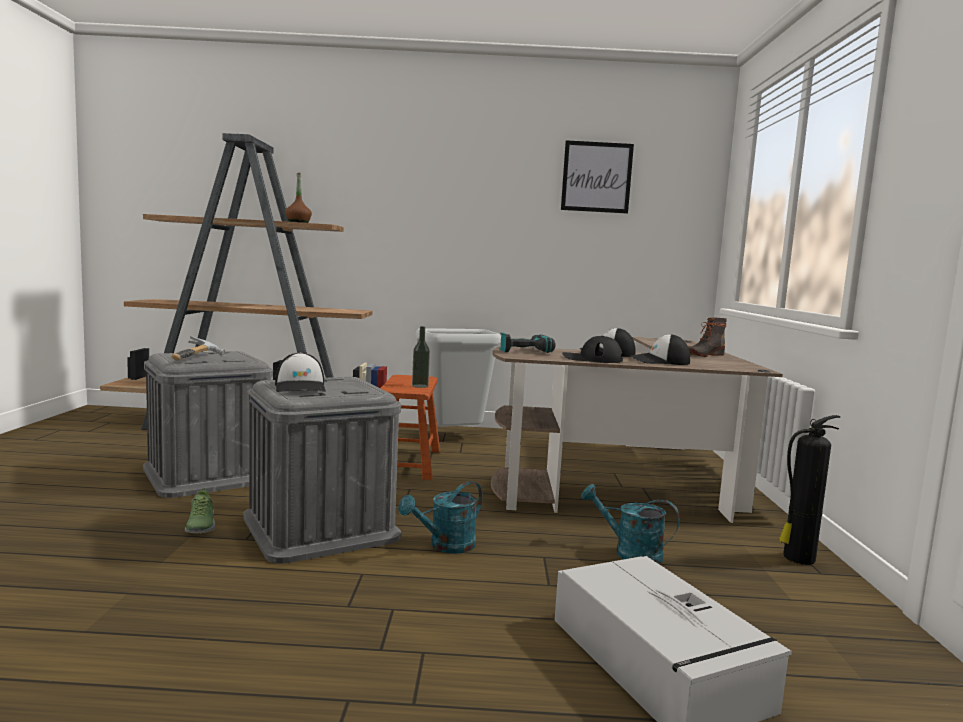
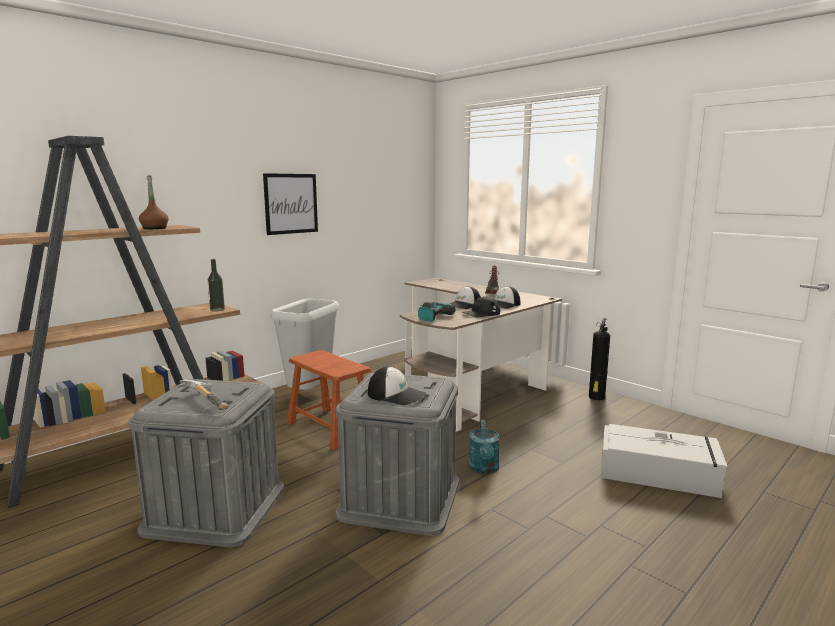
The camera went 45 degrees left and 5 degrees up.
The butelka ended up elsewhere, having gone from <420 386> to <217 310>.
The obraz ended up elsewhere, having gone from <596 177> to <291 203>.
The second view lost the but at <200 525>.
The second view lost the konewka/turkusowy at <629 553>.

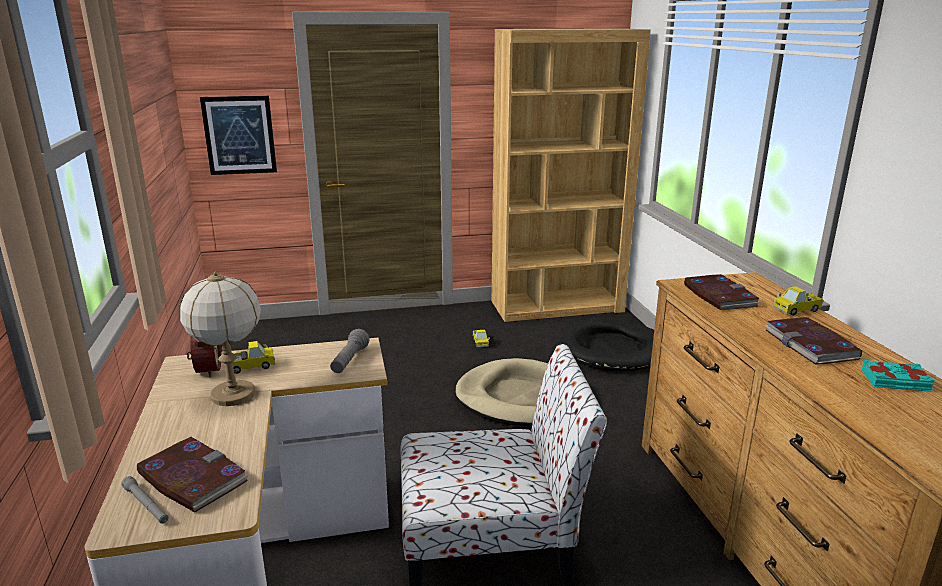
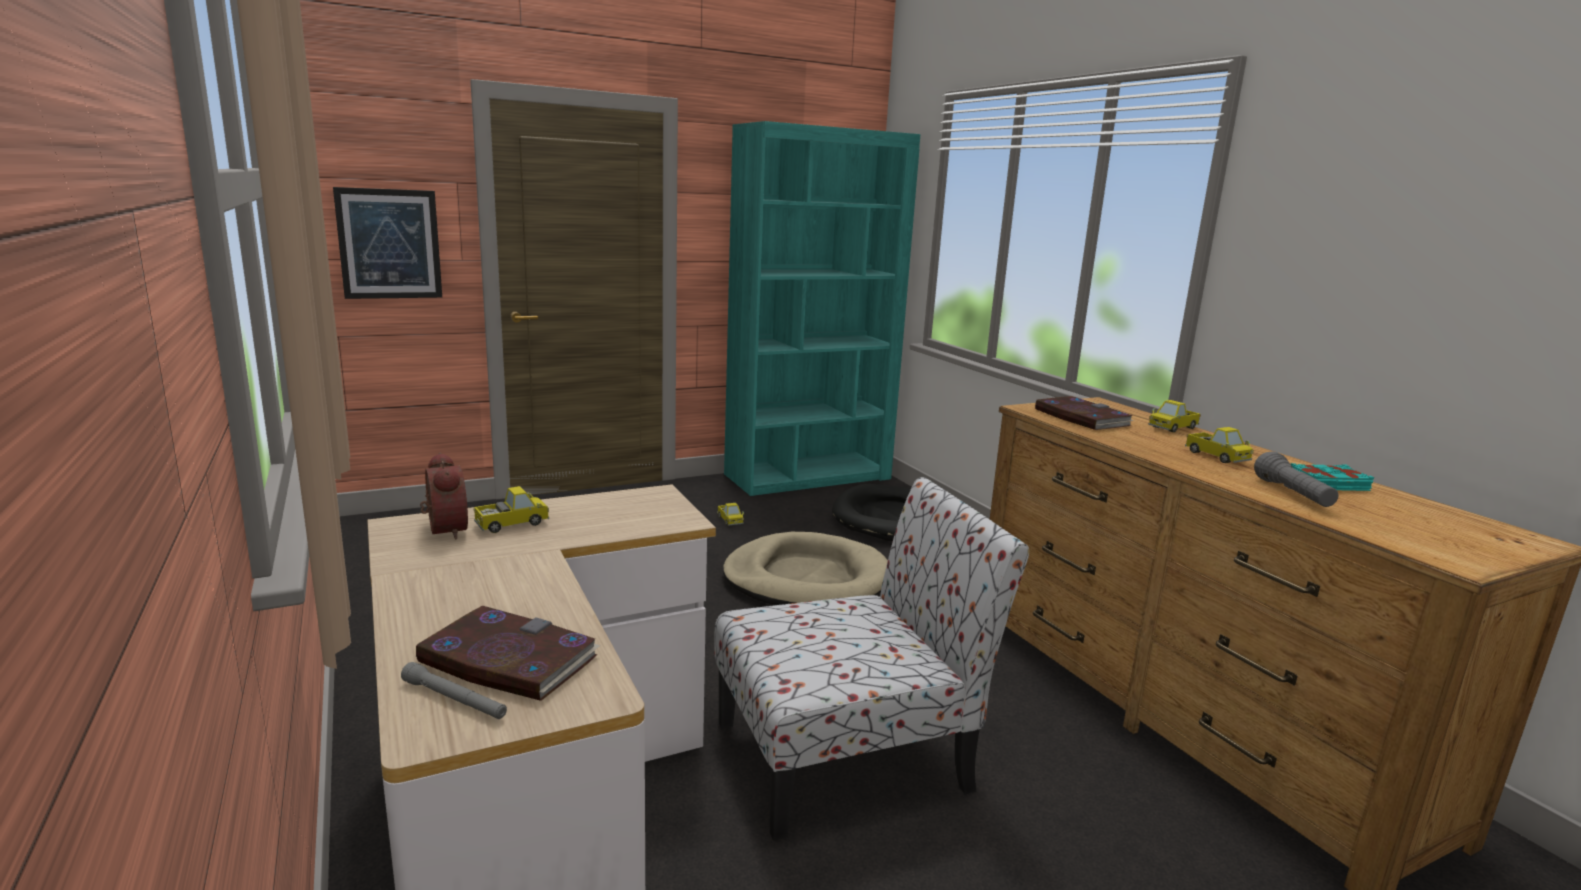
The camera went 15 degrees left and 5 degrees down.
What was the regał/brązowy at <557 306> turned into the regał/turkusowy at <808 476>.
Where the książka stood at <811 344>, the ciężarówka zabawkowa came to stand at <1216 457>.
The latarka/szary ended up elsewhere, having gone from <349 361> to <1293 495>.
The second view lost the lampa stołowa at <233 395>.

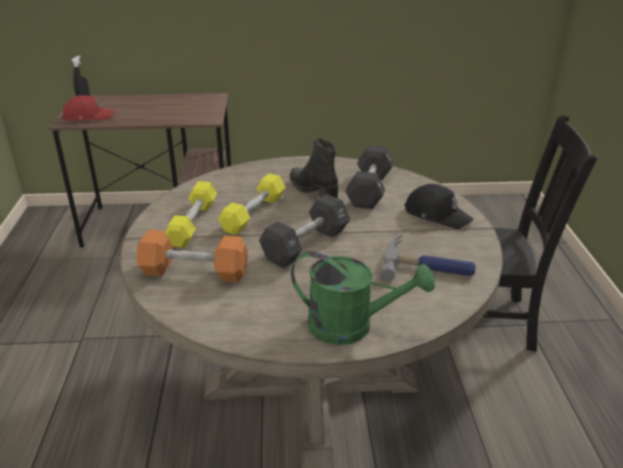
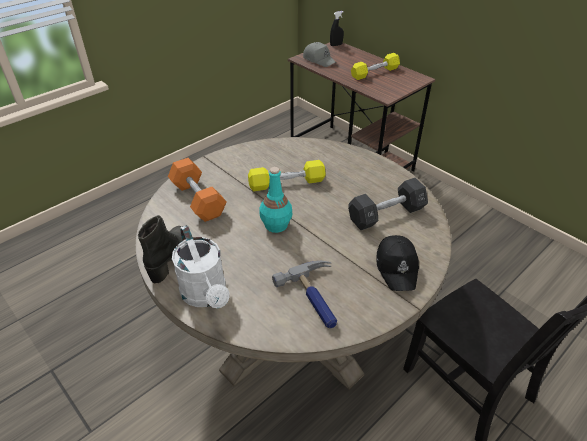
The camera went 50 degrees right and 10 degrees up.
The but z cholewką/czarny ended up elsewhere, having gone from <314 192> to <170 258>.
What was the konewka/zielony at <352 326> turned into the konewka/biały at <206 295>.
Where the hantel/czarny stood at <305 245>, the butelka/turkusowy came to stand at <276 225>.
What was the czapka z daszkiem/czerwony at <88 116> turned into the czapka z daszkiem/szary at <319 60>.
The hantel/żółty ended up elsewhere, having gone from <193 223> to <375 72>.

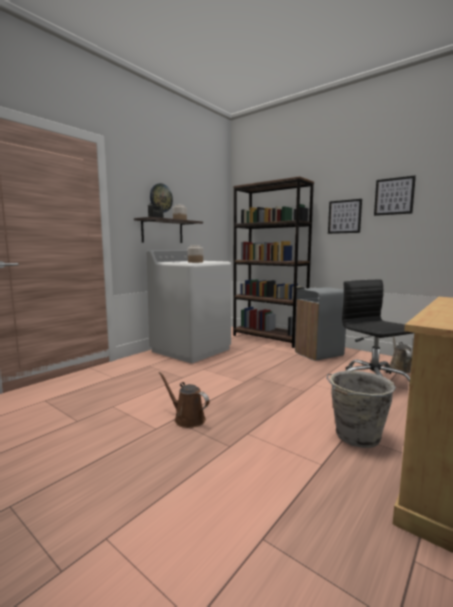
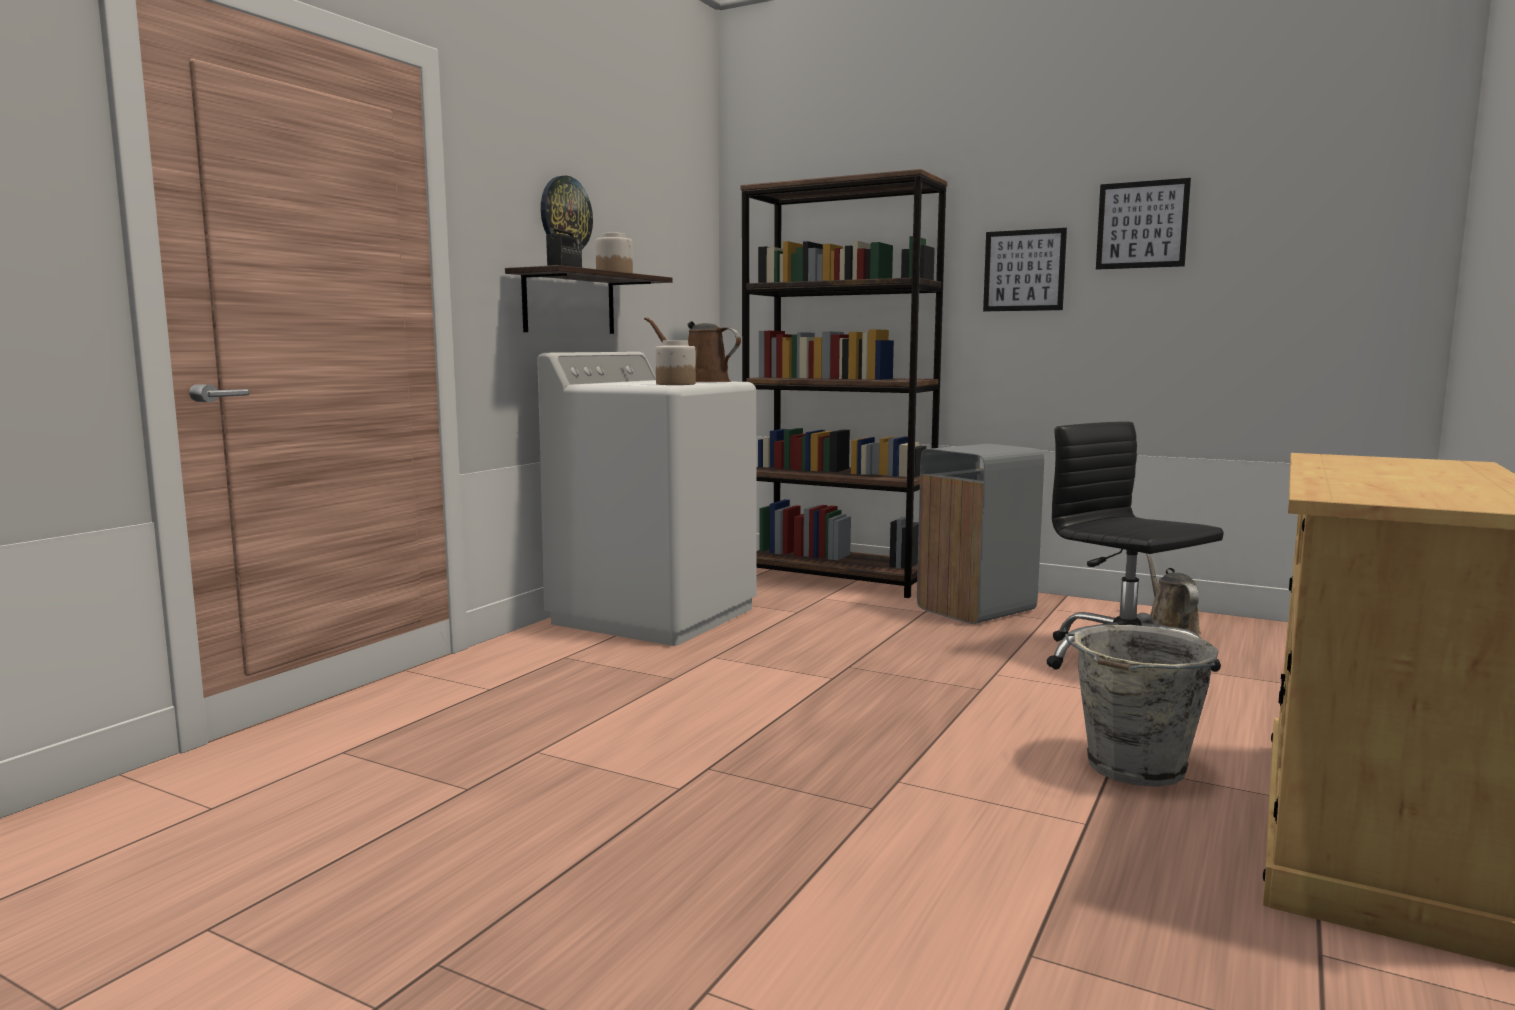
The camera went 10 degrees left and 0 degrees up.
The konewka/brązowy ended up elsewhere, having gone from <187 419> to <700 382>.

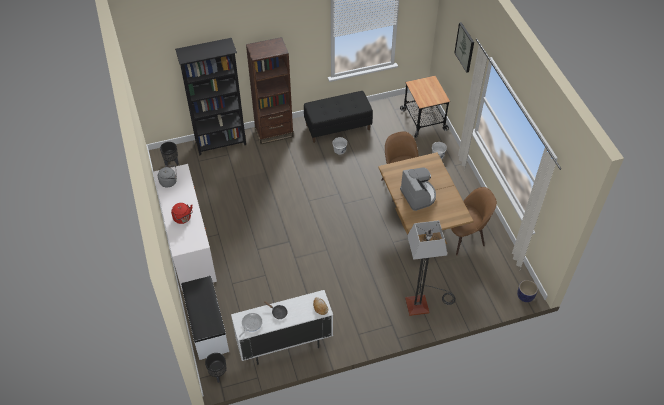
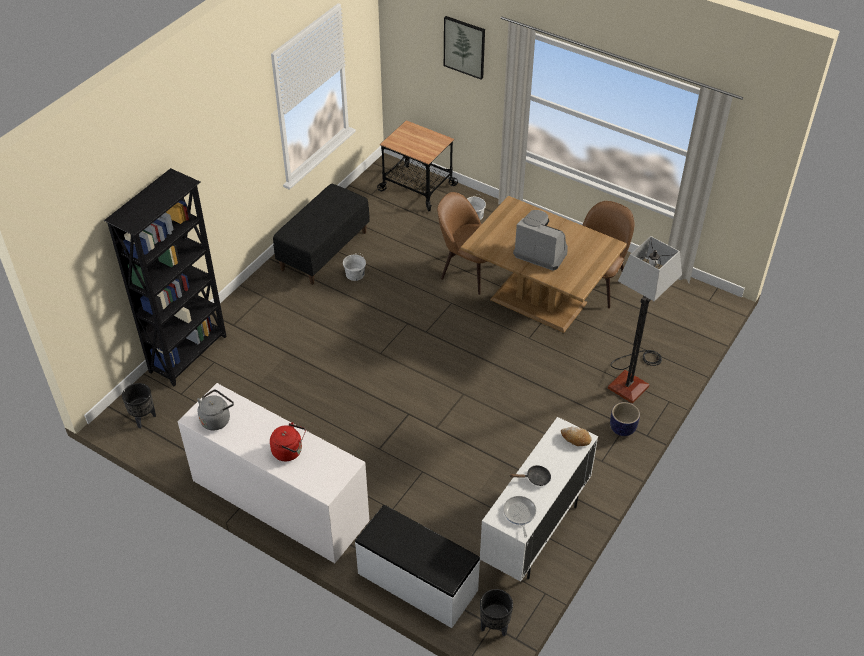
The camera went 40 degrees left and 5 degrees down.
The donica ended up elsewhere, having gone from <525 296> to <622 428>.
The second view lost the regał/brązowy at <274 132>.

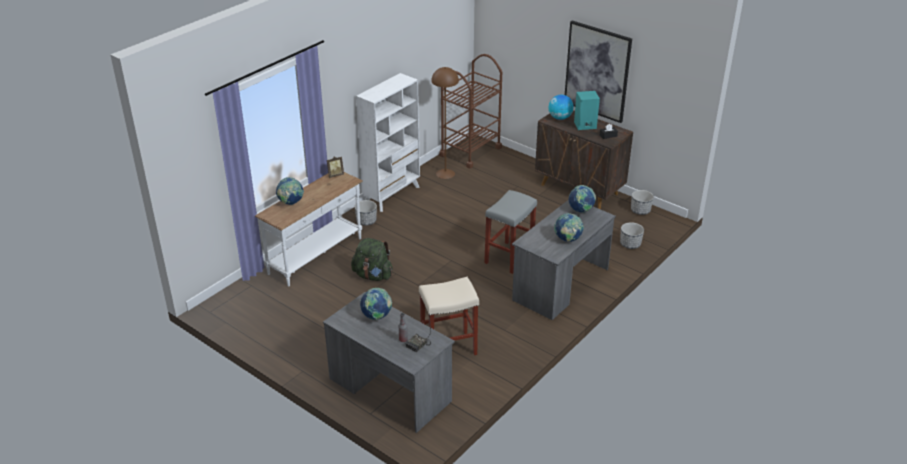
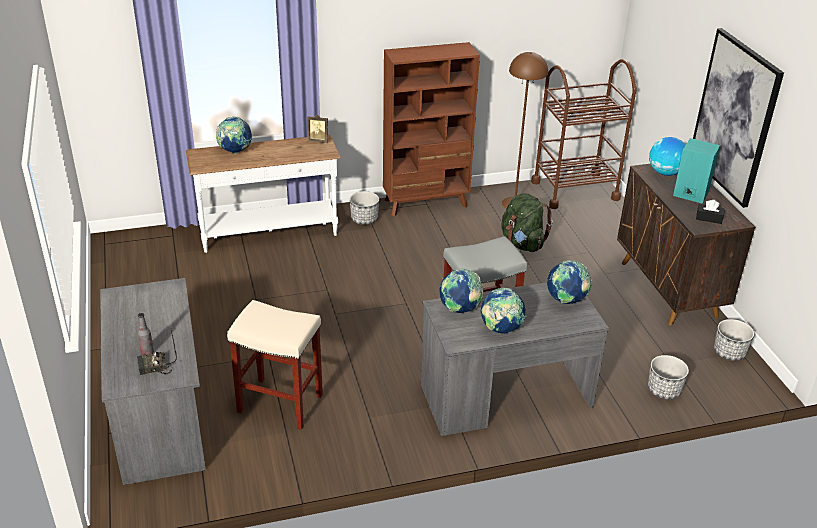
The camera went 35 degrees right and 0 degrees up.
What was the regał/biały at <392 195> turned into the regał/brązowy at <426 203>.
The globus ended up elsewhere, having gone from <377 316> to <460 309>.
The plecak/zielony ended up elsewhere, having gone from <373 275> to <522 243>.

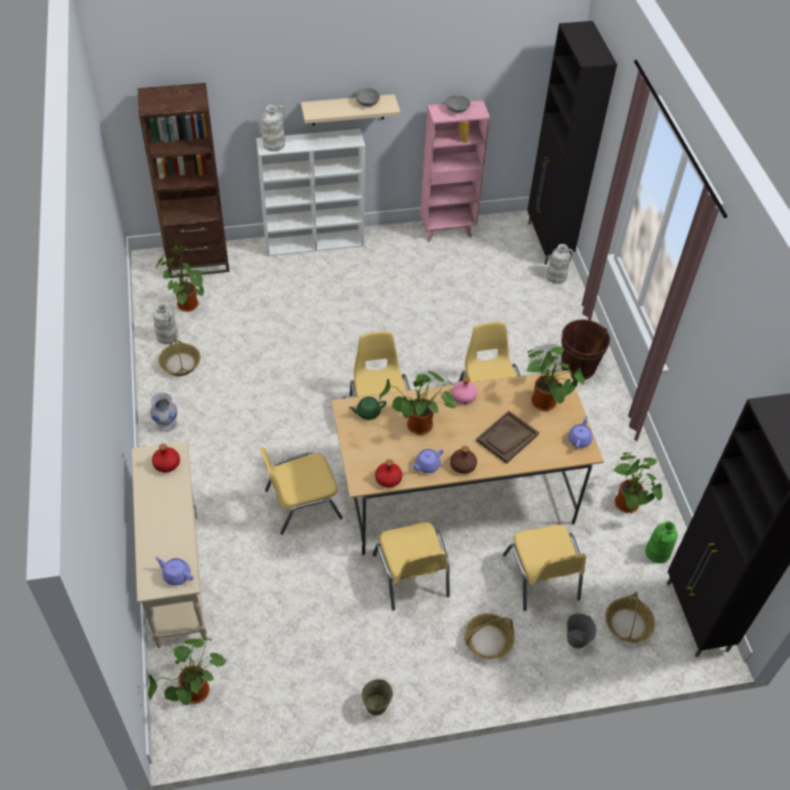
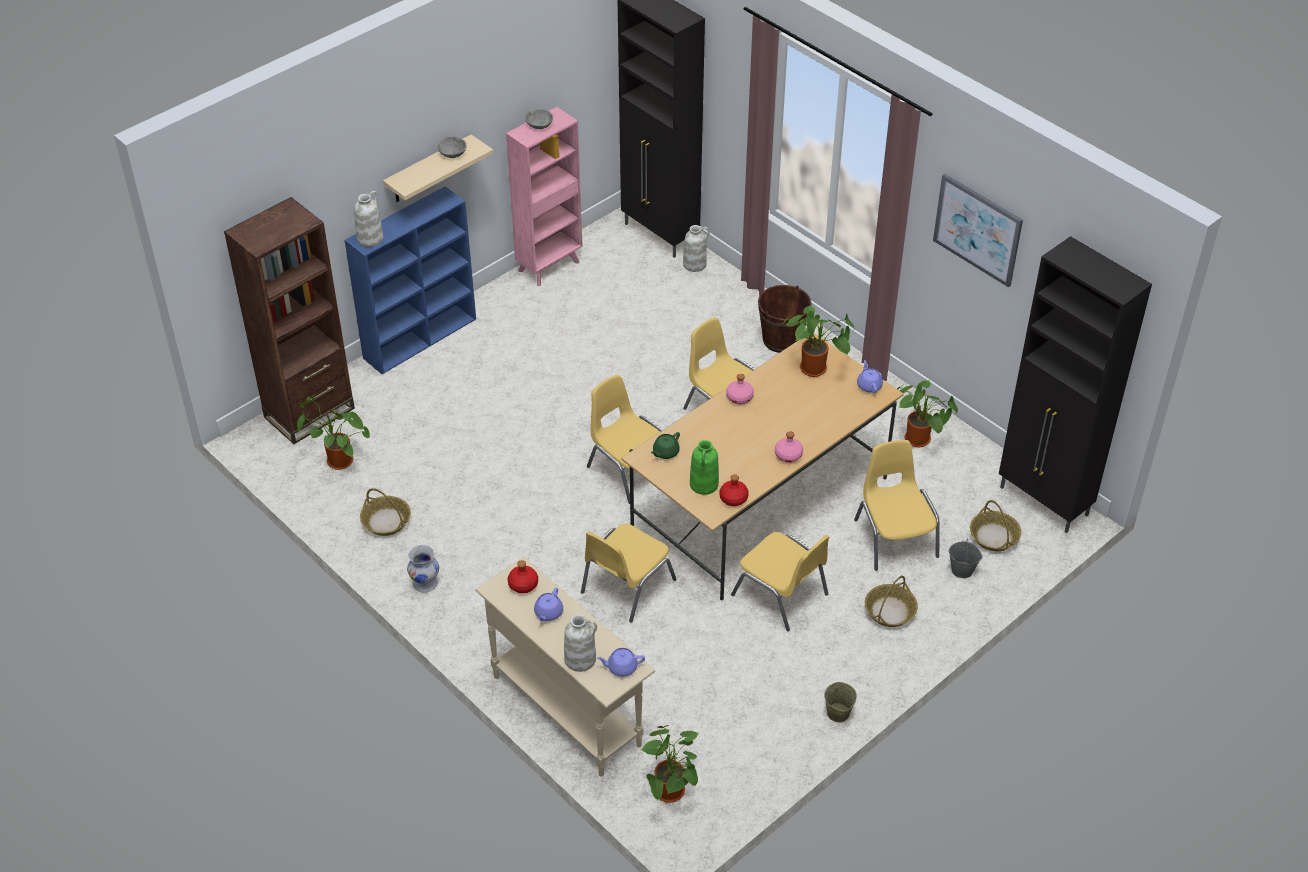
The camera went 30 degrees left and 5 degrees down.
What was the regał/biały at <315 242> turned into the regał/niebieski at <421 338>.
The imbryk/fioletowy ended up elsewhere, having gone from <426 465> to <548 613>.
The wazon/biały ended up elsewhere, having gone from <168 336> to <580 659>.
The wazon/zielony ended up elsewhere, having gone from <657 553> to <704 485>.
What was the butelka/brązowy at <463 465> turned into the butelka/różowy at <788 455>.
The krzesło/żółty at <542 578> ended up facing another way, 150 degrees counterclockwise from before.
The second view gained the obraz at <977 229>.
The second view lost the roślina doniczkowa at <418 428>.
The second view lost the taca/brązowy at <507 438>.

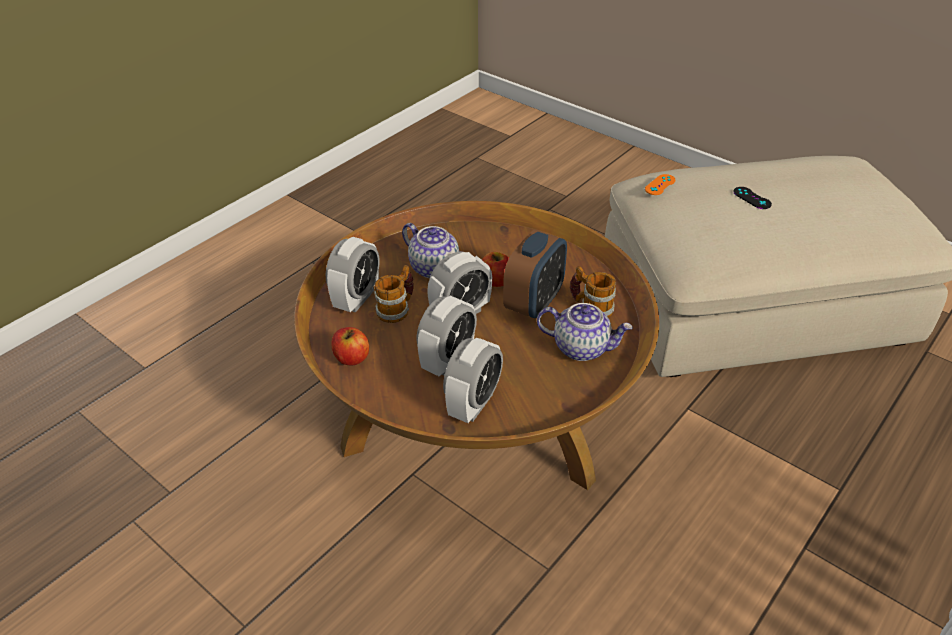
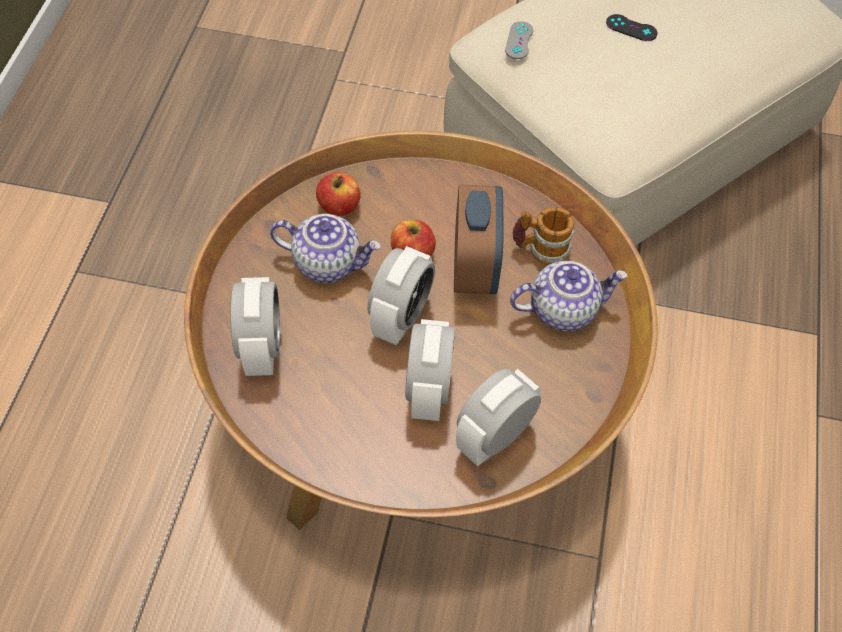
The camera went 30 degrees left and 15 degrees up.
The jabłko ended up elsewhere, having gone from <351 358> to <339 206>.
The budzik at <473 404> ended up facing another way, 135 degrees counterclockwise from before.
What was the pad do gier/pomarańczowy at <660 185> turned into the pad do gier/szary at <519 40>.
The second view lost the kubek at <397 309>.

